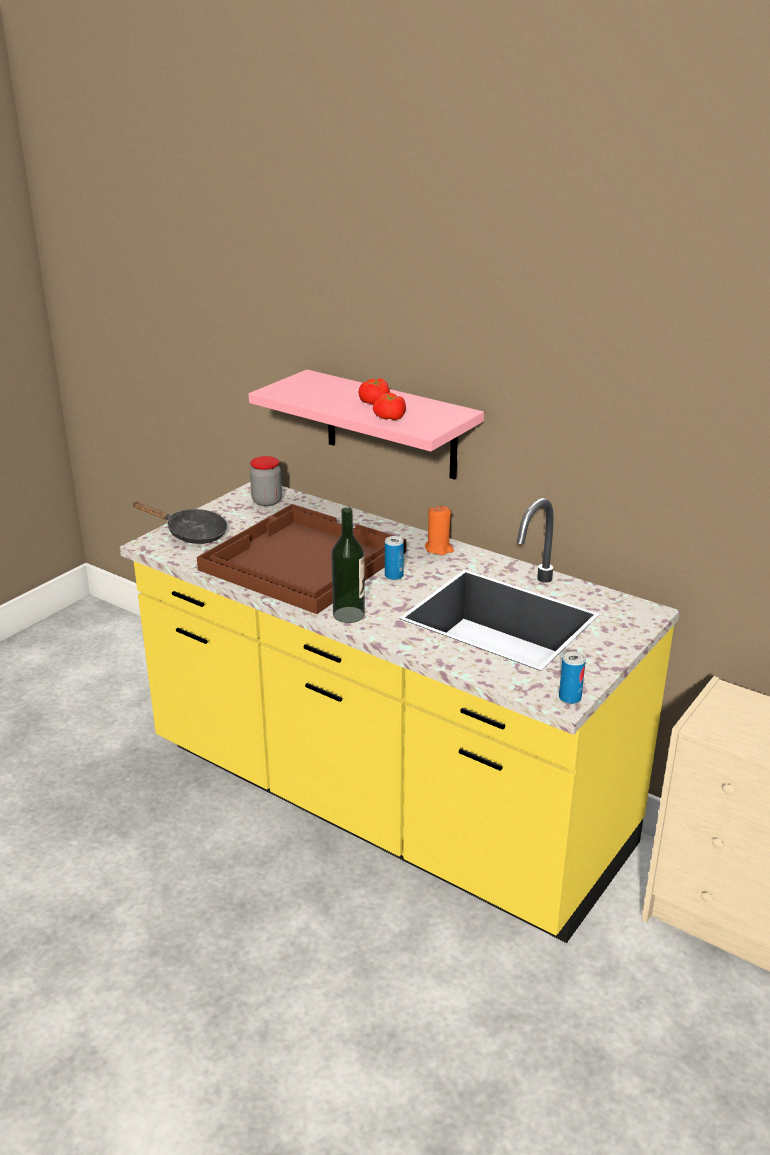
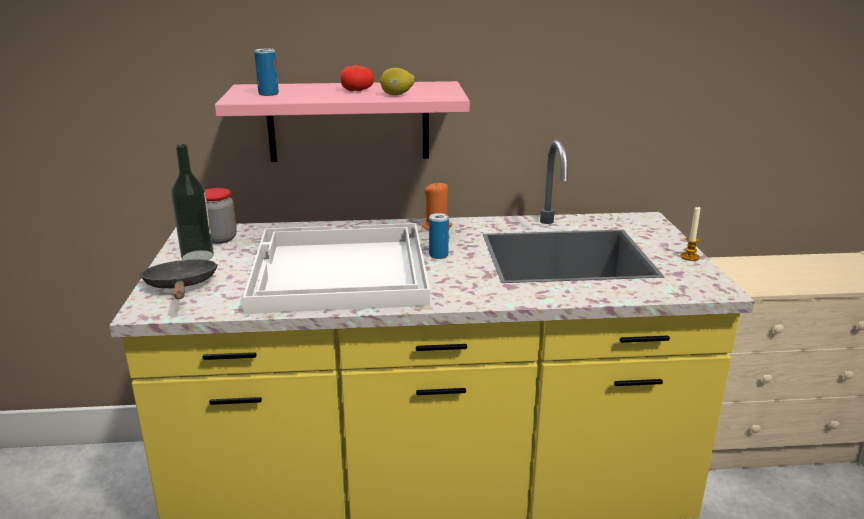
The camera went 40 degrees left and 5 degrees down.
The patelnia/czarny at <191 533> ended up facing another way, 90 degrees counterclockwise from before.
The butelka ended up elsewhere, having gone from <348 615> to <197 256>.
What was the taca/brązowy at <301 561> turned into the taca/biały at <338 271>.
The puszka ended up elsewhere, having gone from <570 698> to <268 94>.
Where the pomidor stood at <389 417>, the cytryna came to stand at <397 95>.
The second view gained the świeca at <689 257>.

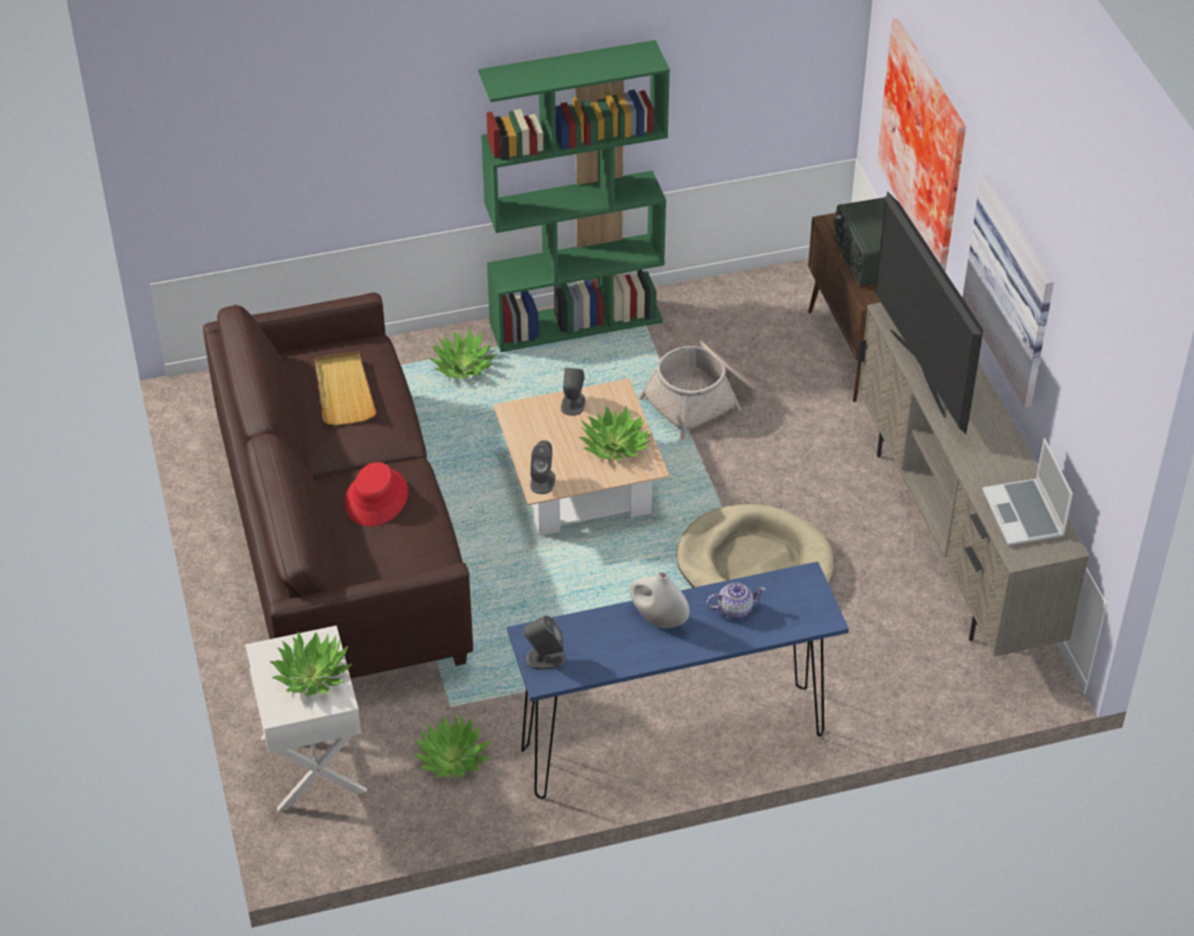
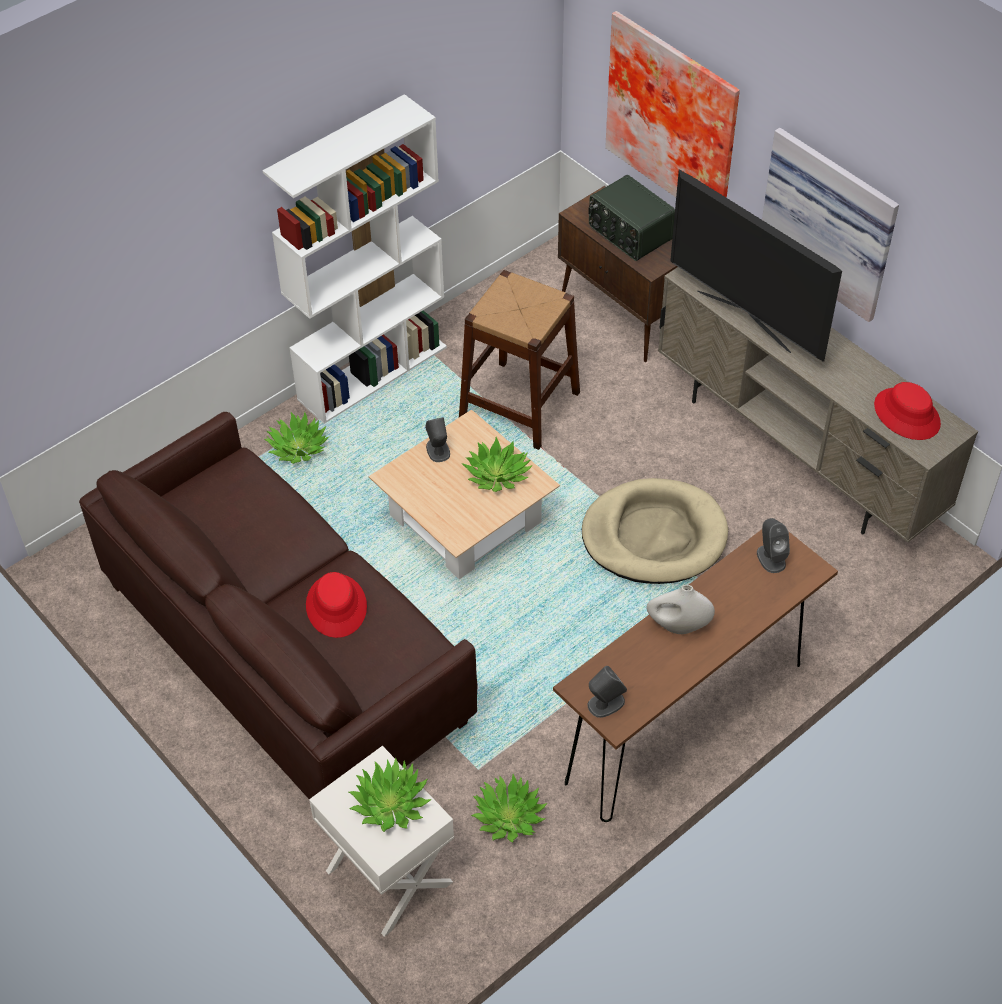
The camera went 25 degrees left and 5 degrees up.
What was the regał/zielony at <576 321> turned into the regał/biały at <373 372>.
Where the koszyk stood at <700 399>, the stołek/brązowy came to stand at <519 404>.
What was the stolik konsolowy/niebieski at <673 742> turned into the stolik konsolowy/brązowy at <685 722>.
The głośnik/szary ended up elsewhere, having gone from <542 481> to <771 558>.
Where the laptop stood at <1024 515>, the kapelusz/czerwony came to stand at <907 414>.
The second view lost the taca/beżowy at <343 391>.
The second view lost the imbryk at <734 609>.

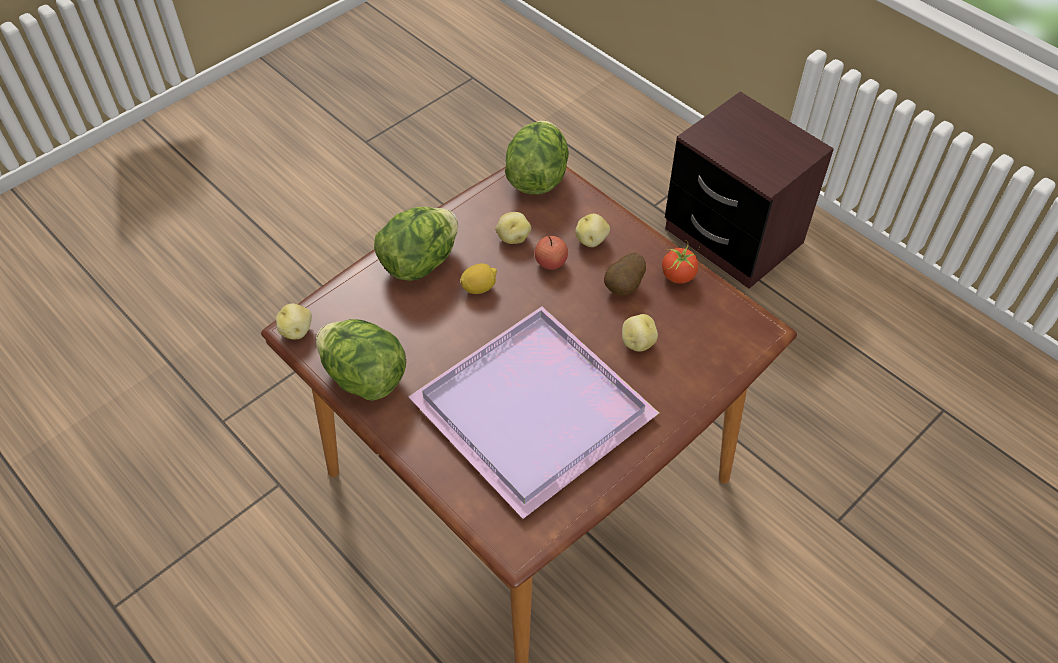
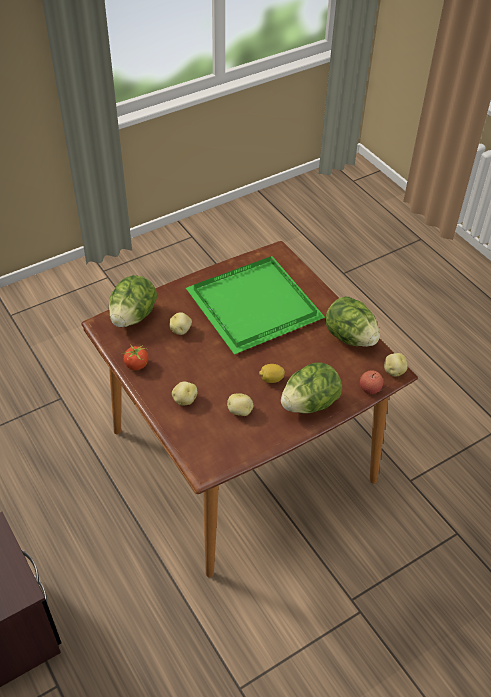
The camera went 170 degrees left and 5 degrees down.
The sałata ended up elsewhere, having gone from <537 178> to <133 316>.
What was the taca/fioletowy at <538 409> turned into the taca/zielony at <251 305>.
The jabłko ended up elsewhere, having gone from <551 262> to <370 388>.
The second view lost the ziemniak at <624 287>.

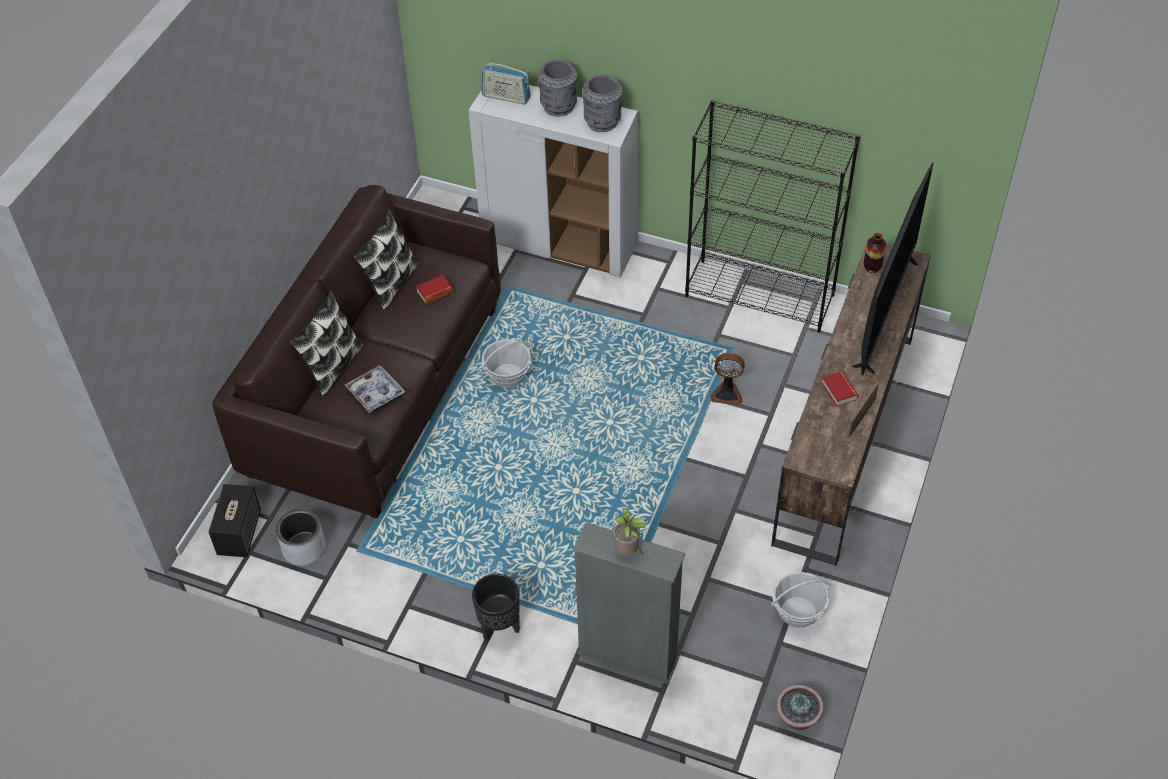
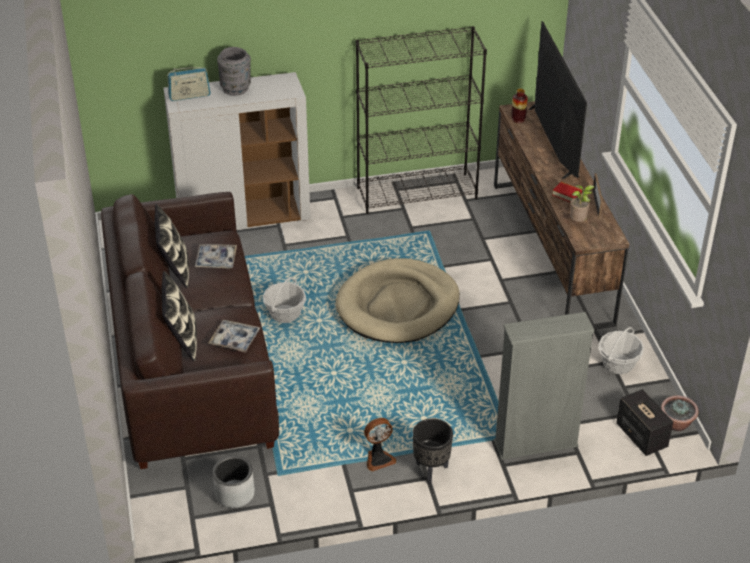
The camera went 35 degrees left and 10 degrees down.
Where the książka stood at <435 292>, the taca came to stand at <216 260>.
The second view gained the legowisko/beżowy at <398 305>.
The wentylator ended up elsewhere, having gone from <727 393> to <378 458>.
The roślina doniczkowa ended up elsewhere, having gone from <628 552> to <579 222>.
The głośnik ended up elsewhere, having gone from <239 532> to <641 435>.
The second view lost the wazon/szary at <602 123>.

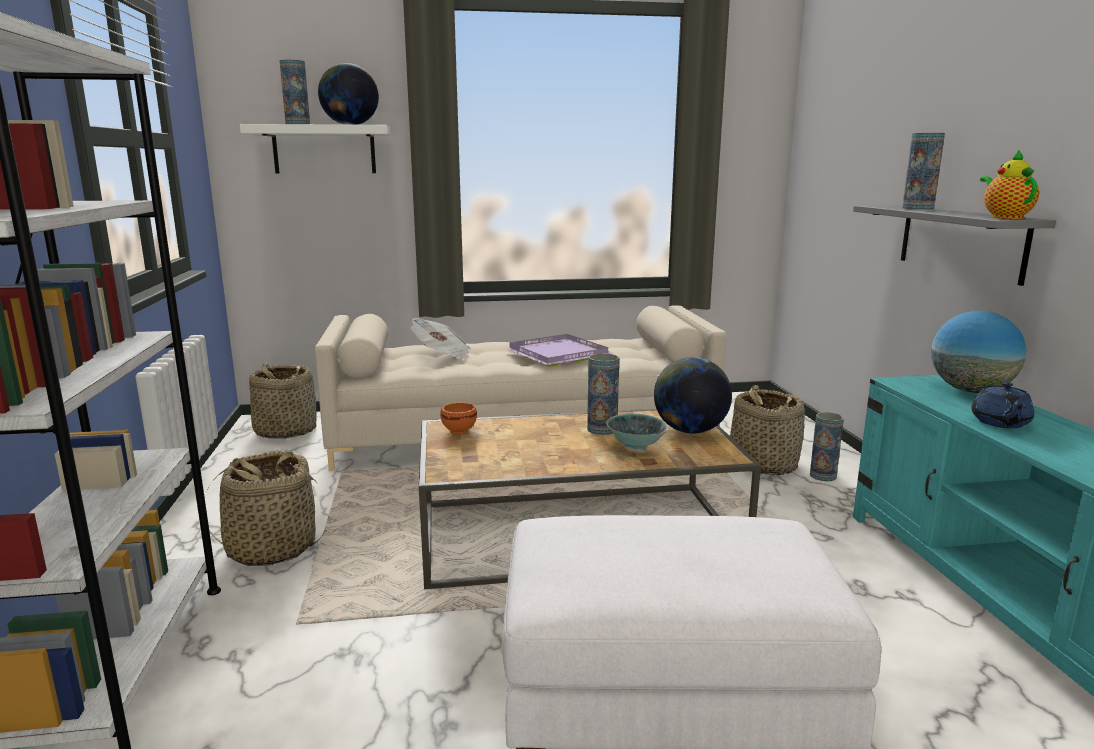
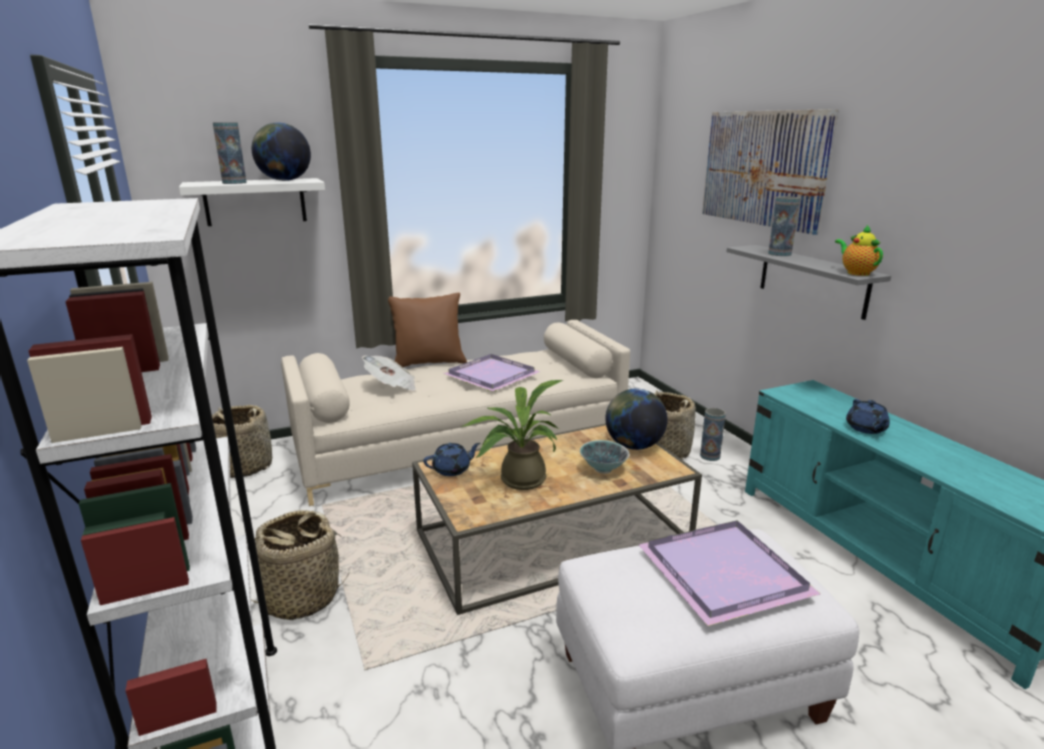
The camera went 15 degrees left and 5 degrees up.
The second view gained the poduszka/brązowy at <429 363>.
Where the miska/pomarańczowy stood at <460 431>, the imbryk/niebieski came to stand at <452 469>.
The second view gained the roślina doniczkowa at <517 480>.
The second view gained the taca/fioletowy at <723 575>.
The second view gained the obraz at <763 168>.
The second view lost the wazon at <602 429>.
The second view lost the globus at <970 390>.

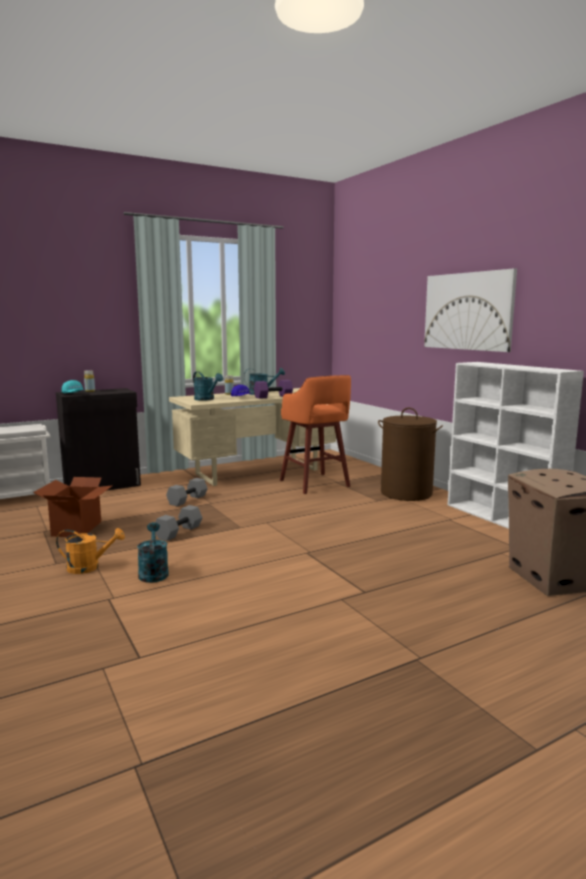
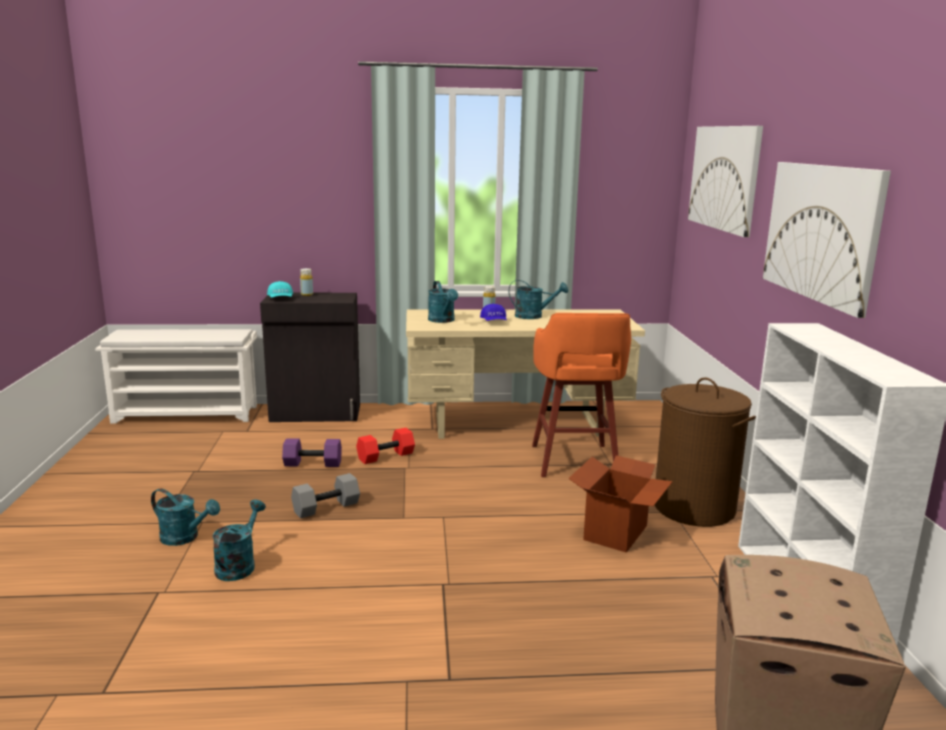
The camera went 25 degrees right and 5 degrees up.
What was the konewka/pomarańczowy at <89 567> turned into the konewka/turkusowy at <185 538>.
The hantel/fioletowy ended up elsewhere, having gone from <273 396> to <313 463>.
What was the hantel/szary at <187 500> turned into the hantel/czerwony at <386 456>.
The karton ended up elsewhere, having gone from <77 528> to <616 533>.
The second view gained the obraz at <724 178>.

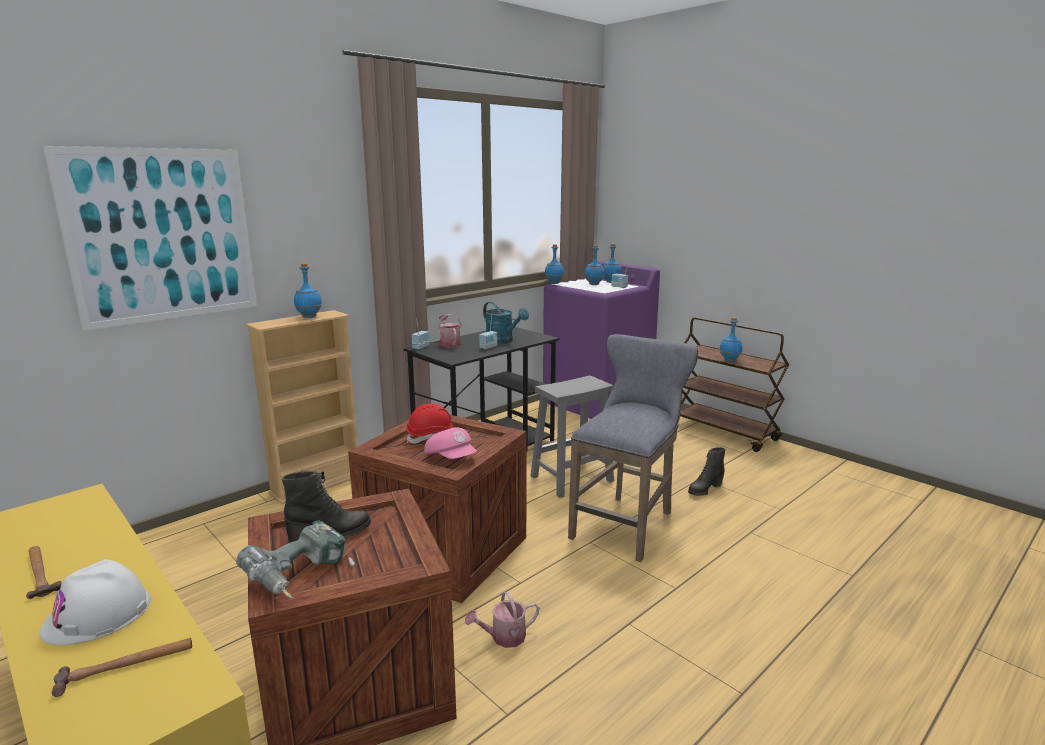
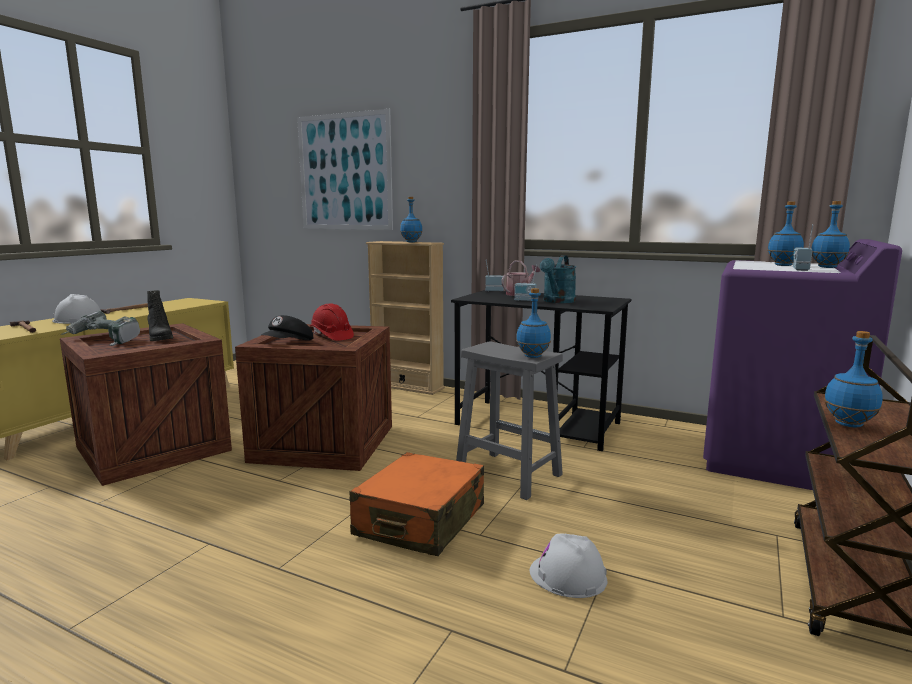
The camera went 70 degrees right and 5 degrees down.
What was the czapka z daszkiem/różowy at <451 458> turned into the czapka z daszkiem/czarny at <289 344>.
Where the stołek/szary stood at <627 523>, the walizka/pomarańczowy came to stand at <420 521>.
The butelka/niebieski ended up elsewhere, having gone from <554 283> to <532 356>.
Where the but z cholewką/czarny stood at <704 489>, the kask/biały came to stand at <568 575>.
The second view lost the konewka at <503 637>.

